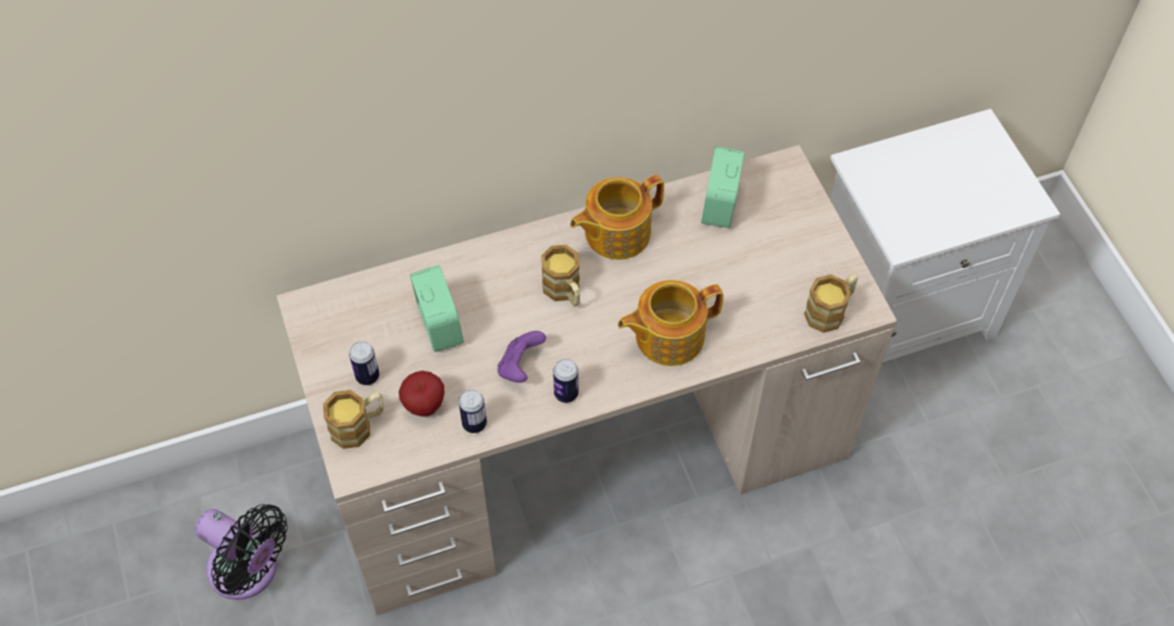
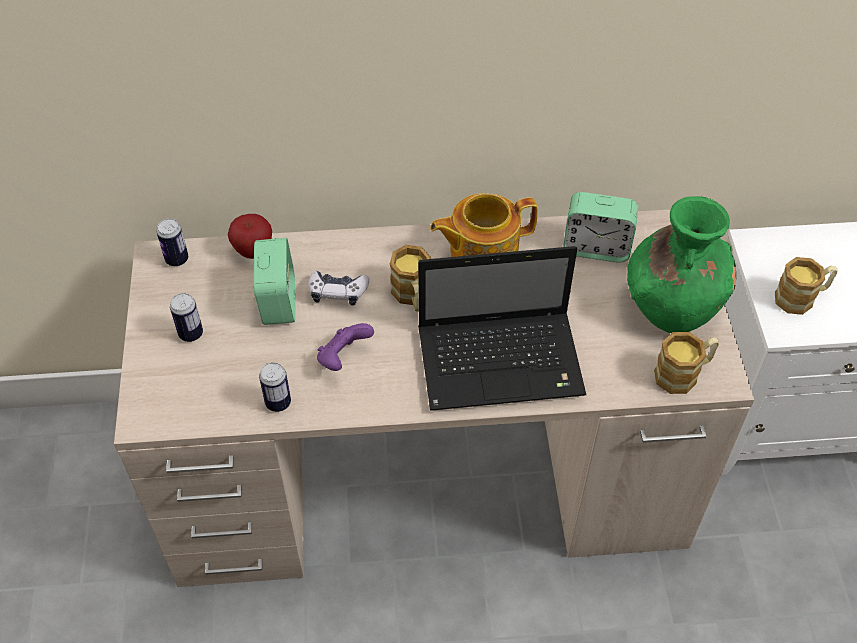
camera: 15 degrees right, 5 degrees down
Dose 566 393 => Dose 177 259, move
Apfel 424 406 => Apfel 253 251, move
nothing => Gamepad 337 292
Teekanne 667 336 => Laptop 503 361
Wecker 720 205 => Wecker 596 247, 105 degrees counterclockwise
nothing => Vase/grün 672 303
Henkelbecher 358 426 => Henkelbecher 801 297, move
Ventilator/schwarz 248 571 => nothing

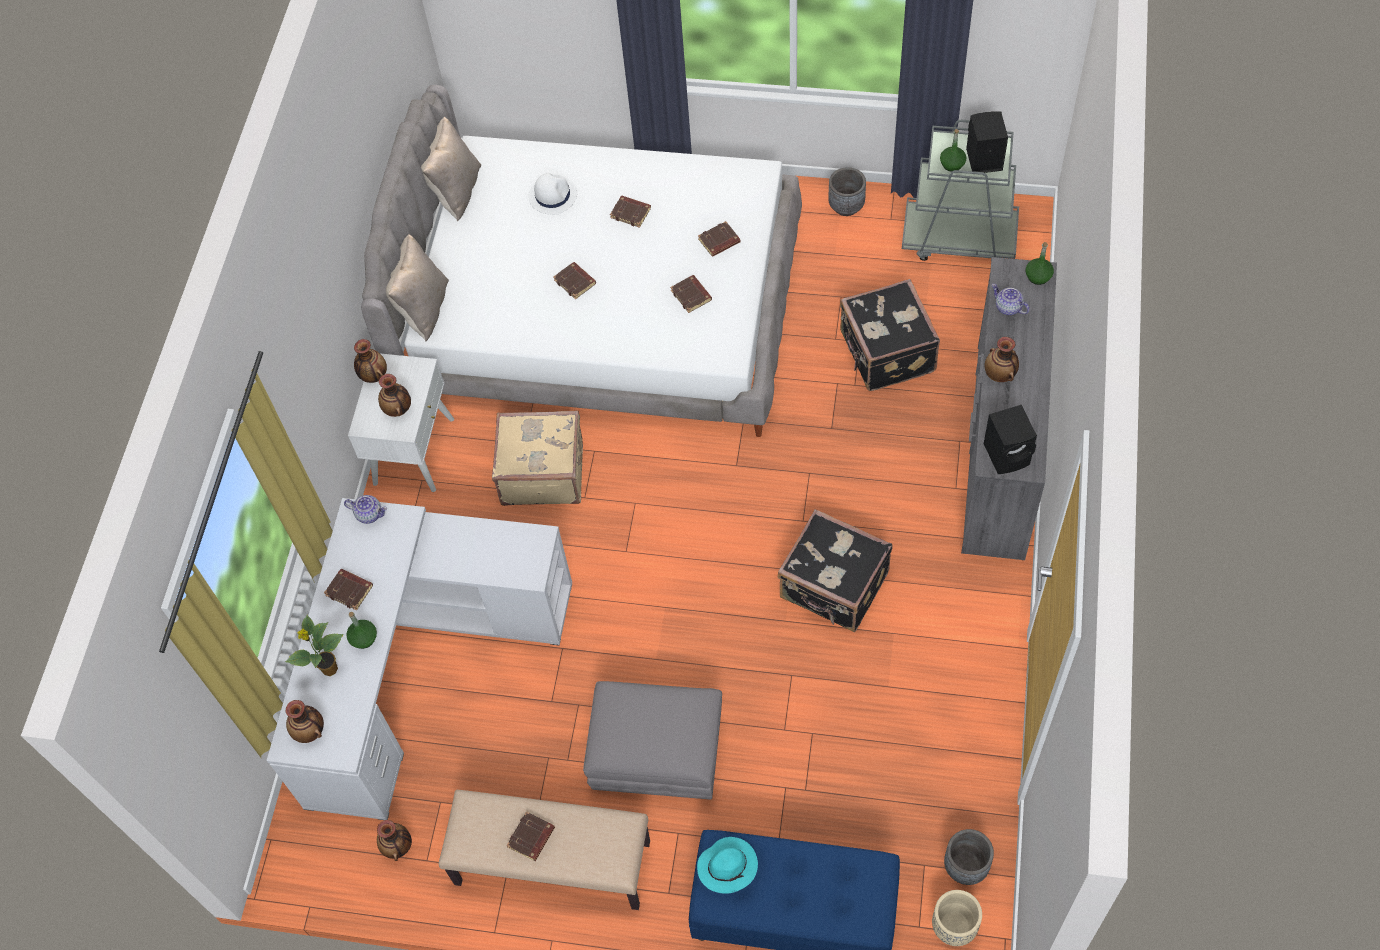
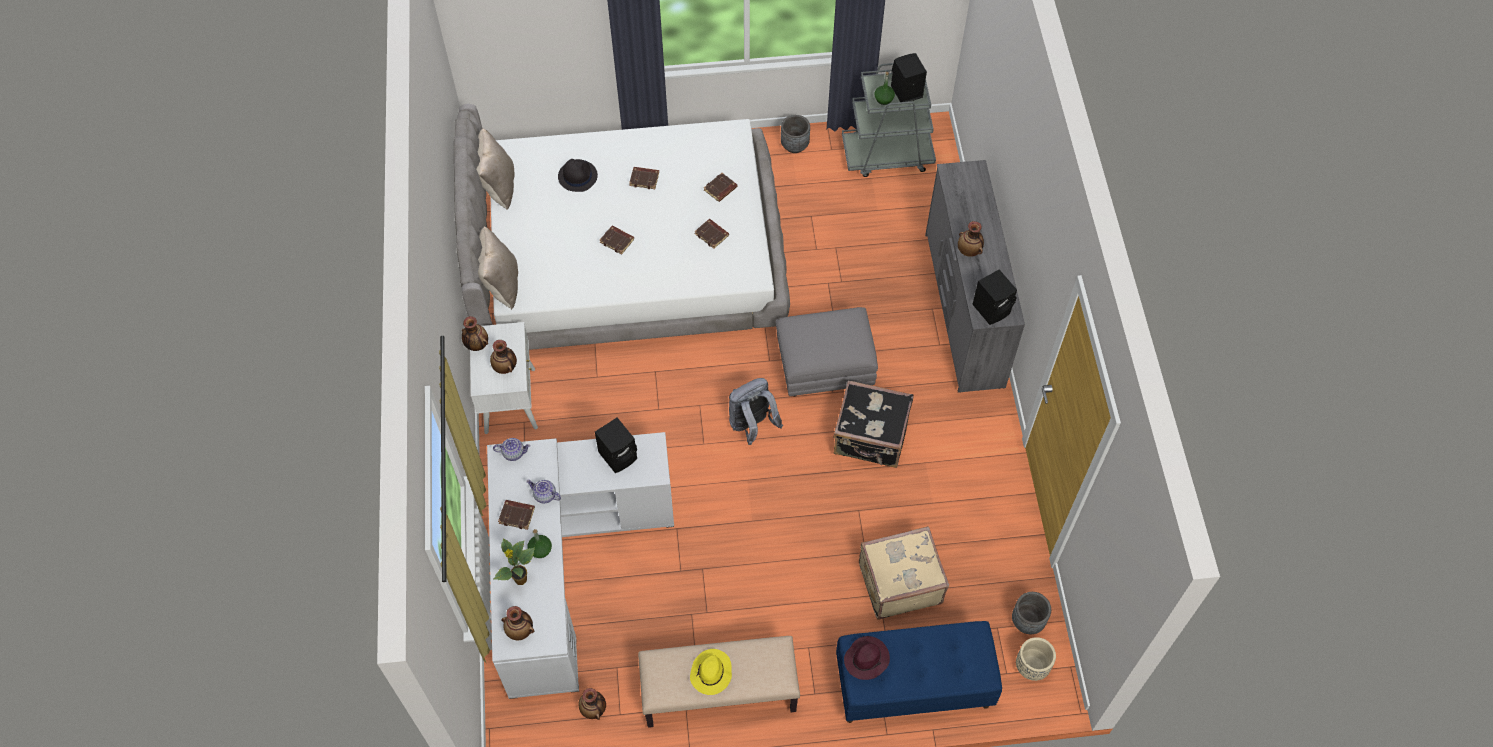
camera: 20 degrees left, 0 degrees up
Teekanne 1007 307 => Teekanne 544 495, move
Hut/weiß 552 195 => Hut/schwarz 577 176
nothing => Lautsprecher/schwarz 619 455
Buch/braun 531 838 => Hut/gelb 711 673
nothing => Rucksack/grau 752 426
Polsterhocker/grau 656 756 => Polsterhocker/grau 823 368, move
Hut/türkis 728 866 => Hut/lila 867 658
Koffer/beige 542 472 => Koffer/beige 899 582, move
Koffer/schwarz 885 353 => nothing
Flasche/grün 1038 276 => nothing

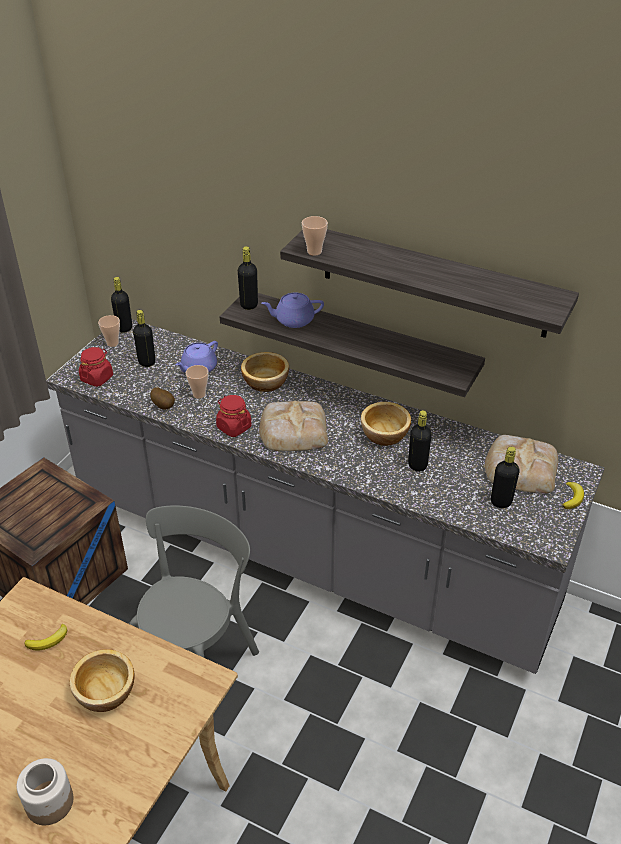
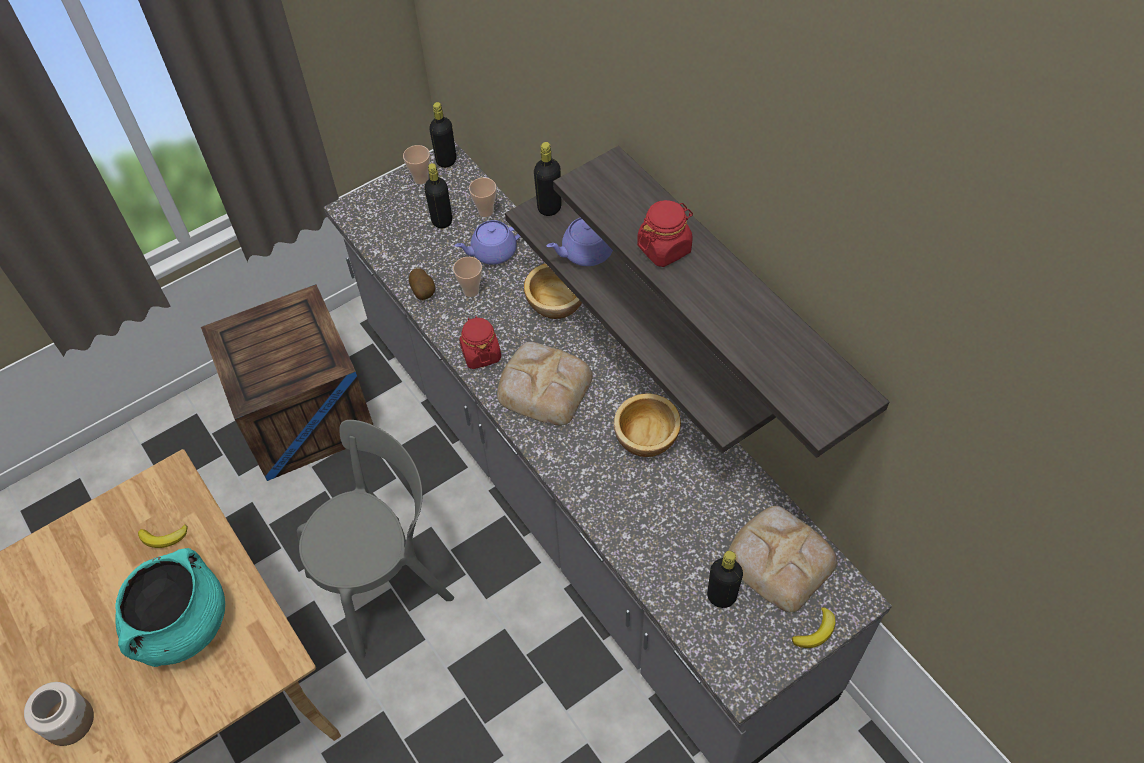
camera: 30 degrees right, 15 degrees up
Schüssel 106 692 => Kochtopf/türkis 182 625
Tasse 314 251 => Tasse 485 211, move
Teekanne/lila 293 320 => Teekanne/lila 586 252, 45 degrees counterclockwise
Vorratsglas/rot 97 378 => Vorratsglas/rot 664 248, move
Flasche/schwarz 417 465 => nothing

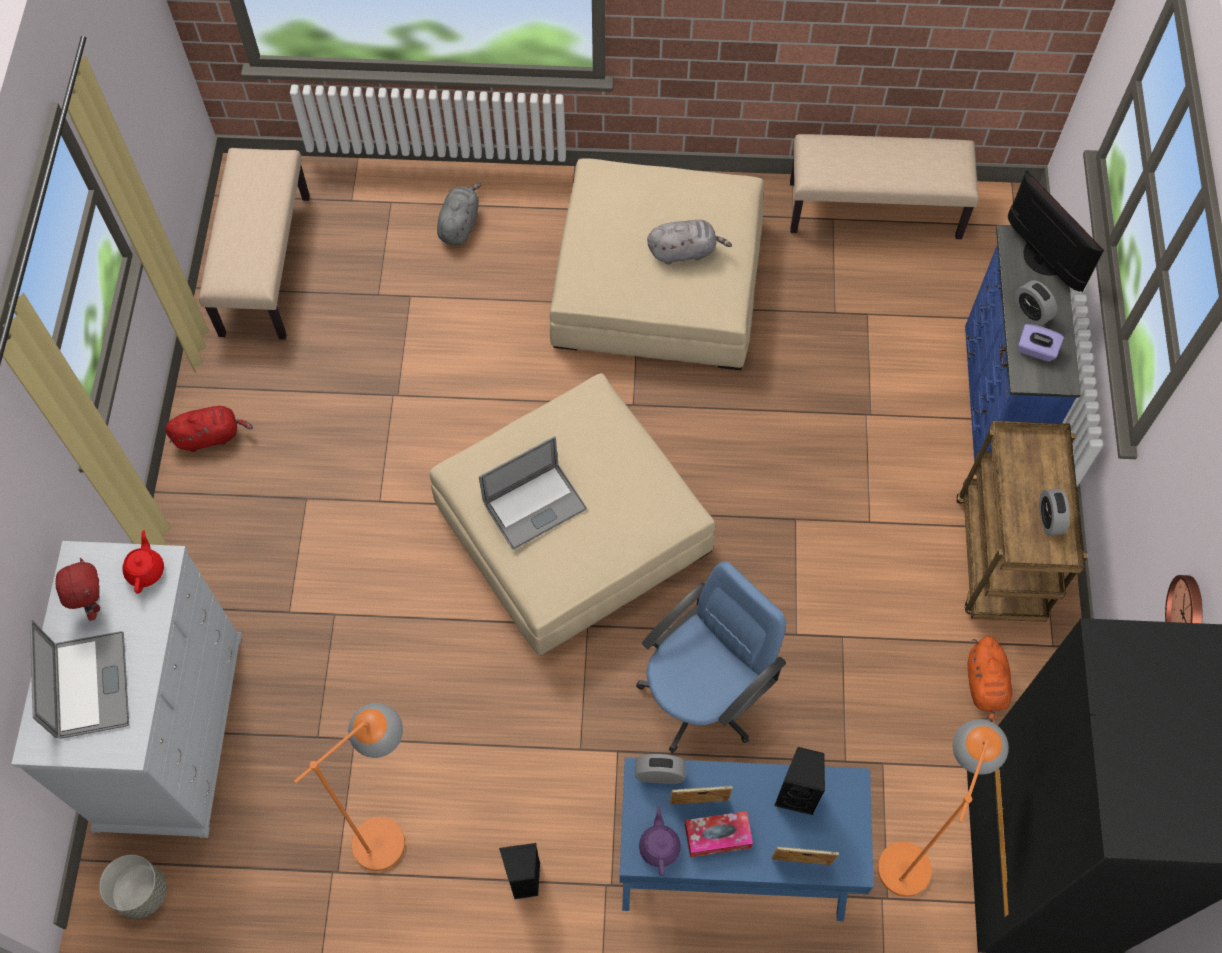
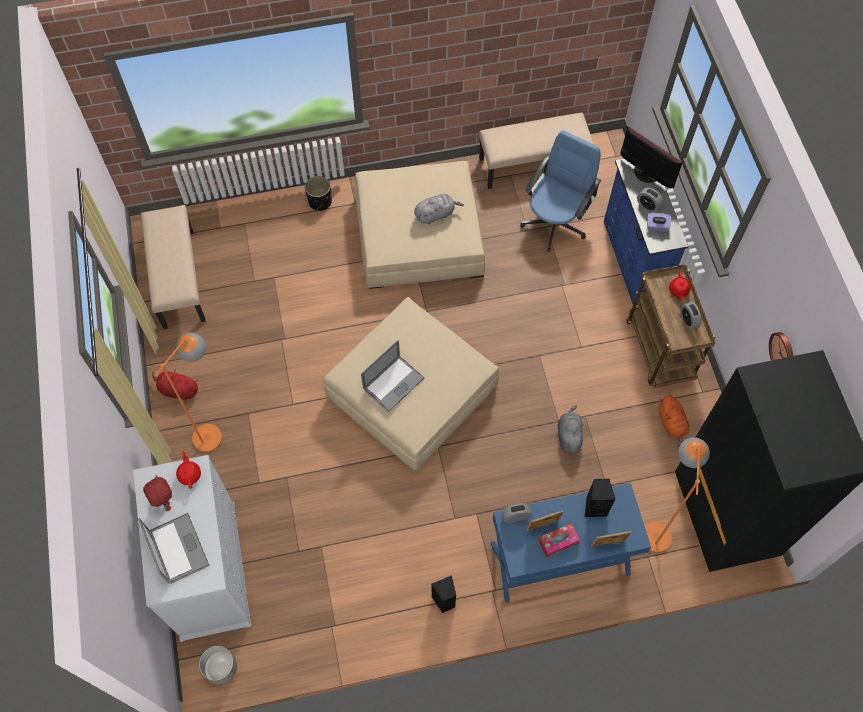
camera: 15 degrees left, 0 degrees up
Plüschtier/rot 211 436 => Plüschtier/rot 177 390, 135 degrees counterclockwise
Stehlampe/orange 393 830 => Stehlampe/orange 213 429, move
nothing => Pflanzkübel/schwarz 320 202
Bürostuhl/blau 703 696 => Bürostuhl/blau 555 223, move
Plüschtier/grau 459 224 => Plüschtier/grau 569 436, move
nothing => Teekanne/rot 678 290
Teekanne/lila 659 847 => nothing

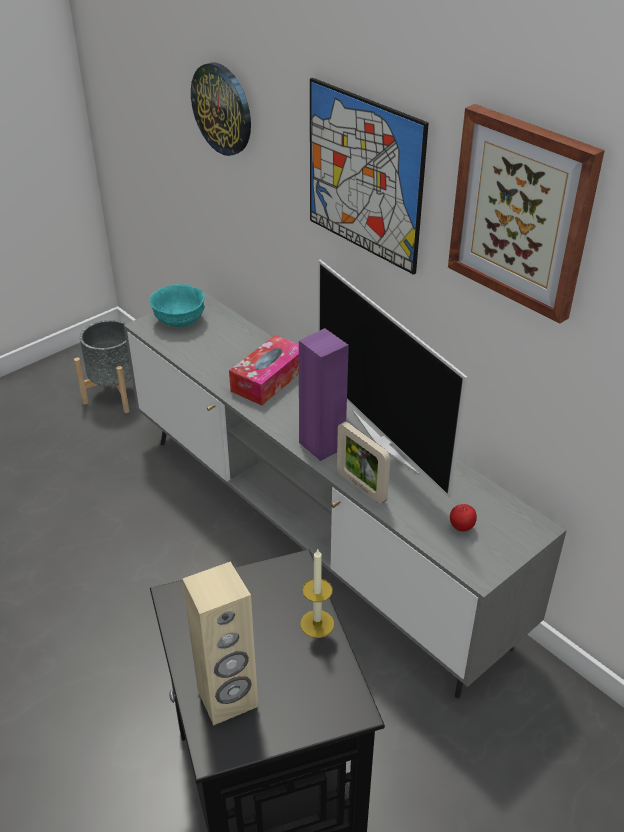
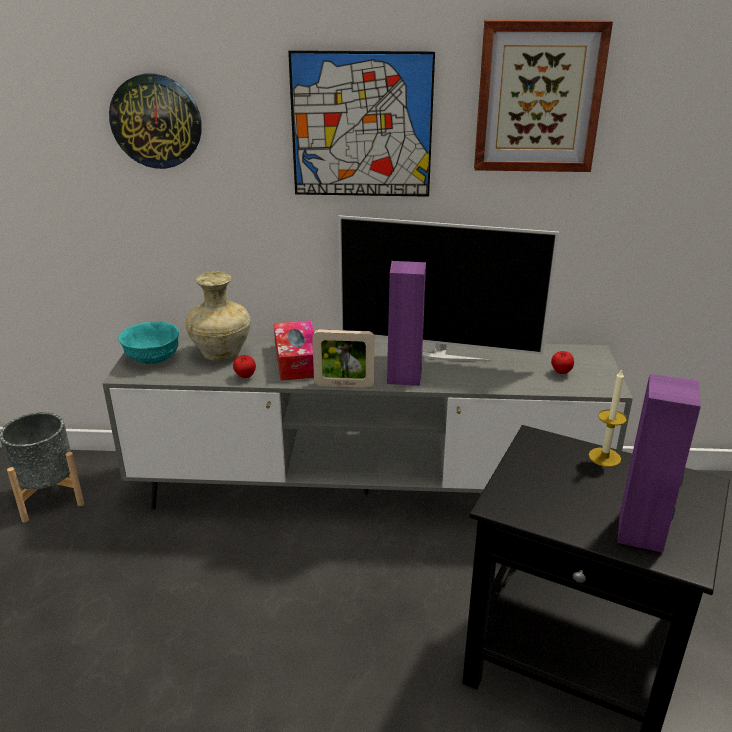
camera: 45 degrees left, 10 degrees down
nothing => Vase/beige 222 353
nothing => Apfel 245 377
Bilderrahmen 361 487 => Bilderrahmen 344 385, move
Lautsprecher/beige 228 699 => Lautsprecher/lila 641 532

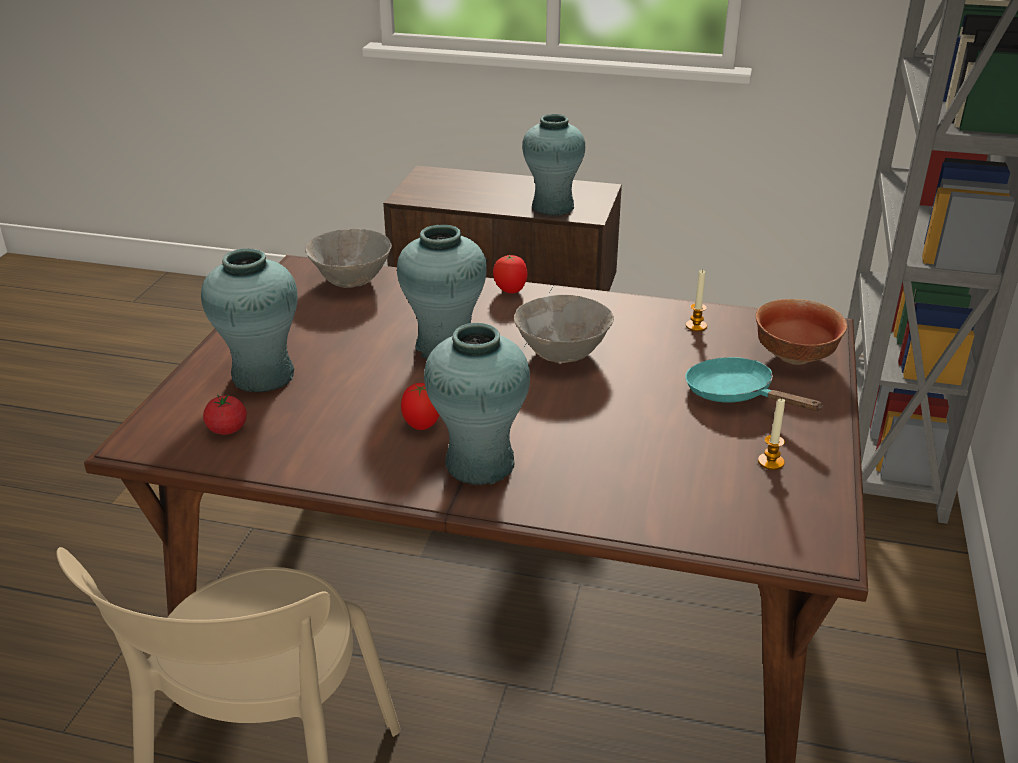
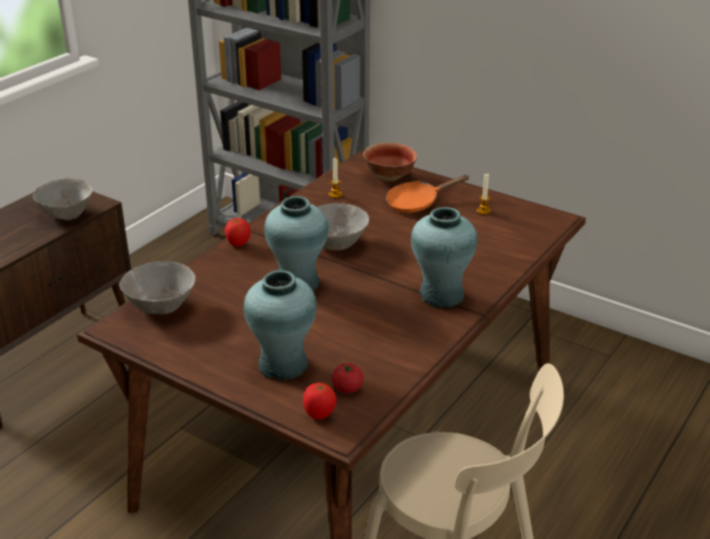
camera: 70 degrees left, 0 degrees up
Vase/türkis 552 207 => Schüssel/grau 67 214
Tomate 422 426 => Tomate 319 415, move
Pfanne/türkis 736 395 => Pfanne/orange 417 203

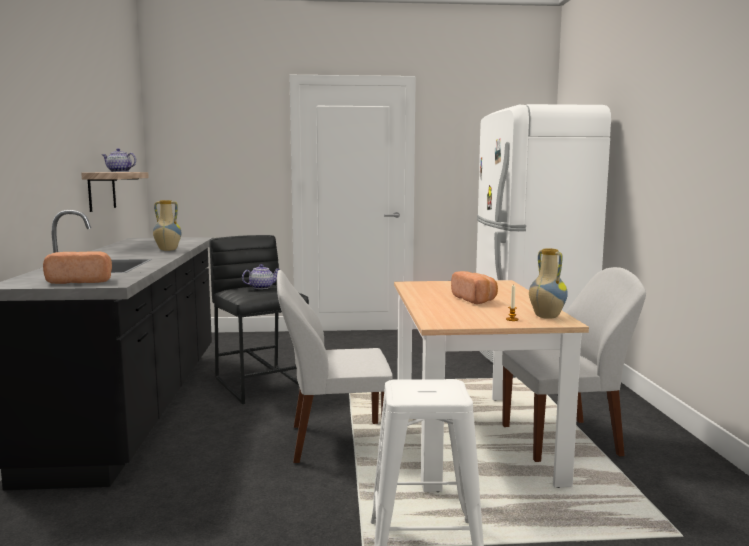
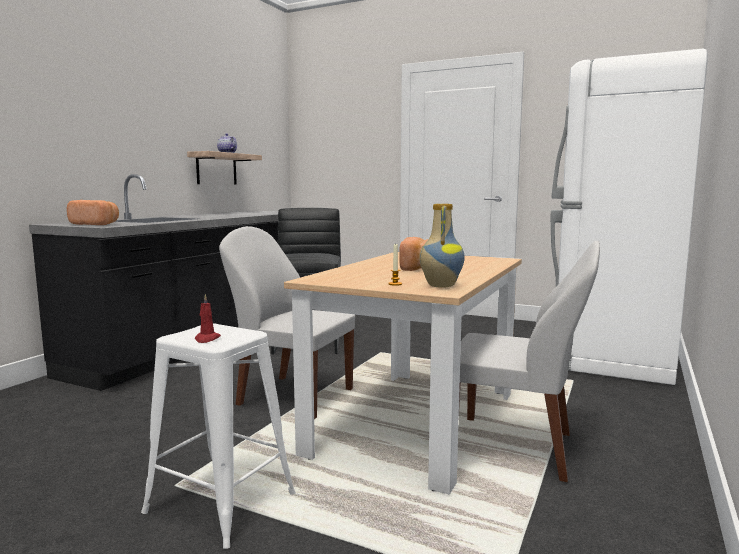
camera: 30 degrees right, 0 degrees up
nothing => Kerze/rot 207 339
Vase 167 250 => nothing
Teekanne 262 287 => nothing

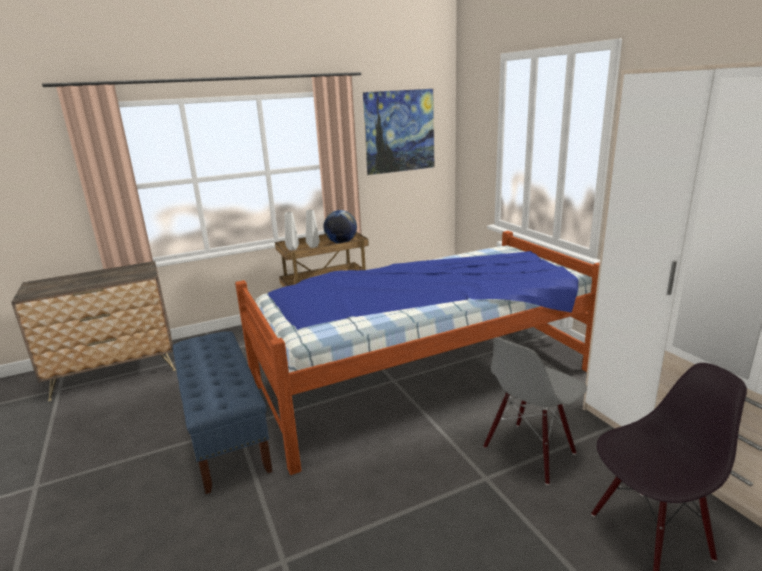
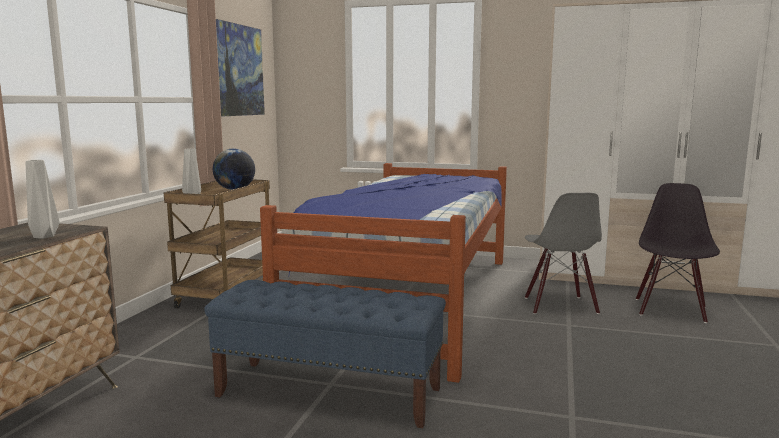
camera: 50 degrees left, 10 degrees down
Vase/grau 313 246 => Vase/grau 43 236, move

